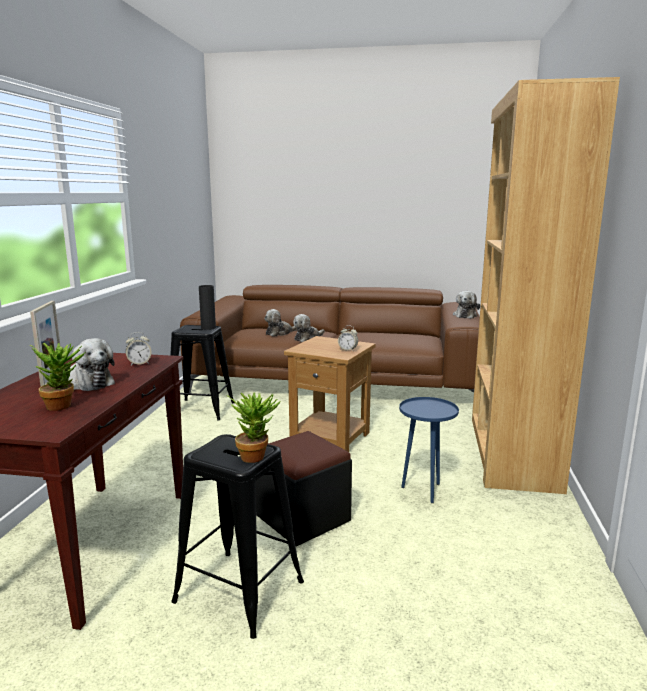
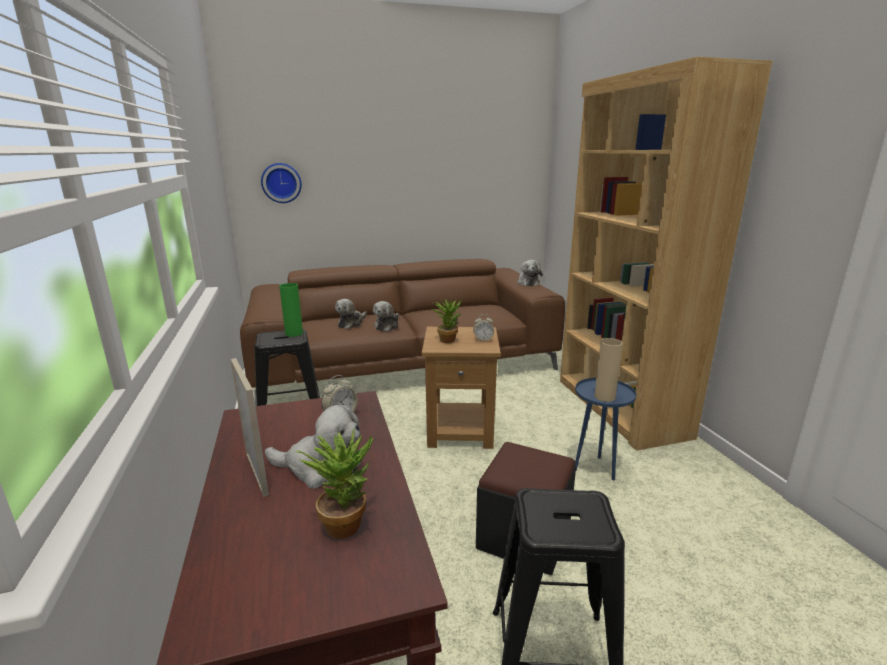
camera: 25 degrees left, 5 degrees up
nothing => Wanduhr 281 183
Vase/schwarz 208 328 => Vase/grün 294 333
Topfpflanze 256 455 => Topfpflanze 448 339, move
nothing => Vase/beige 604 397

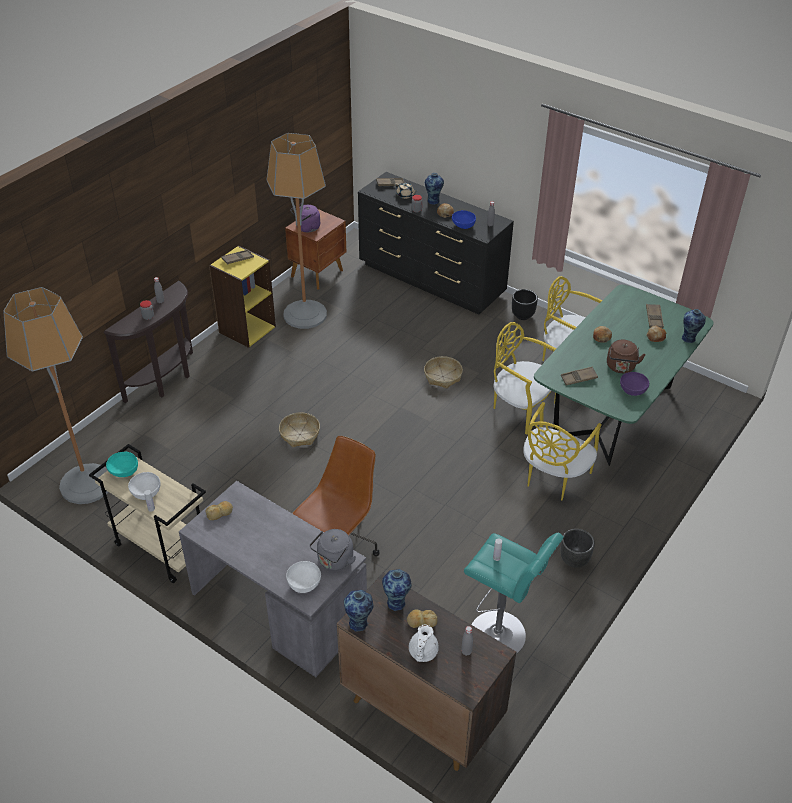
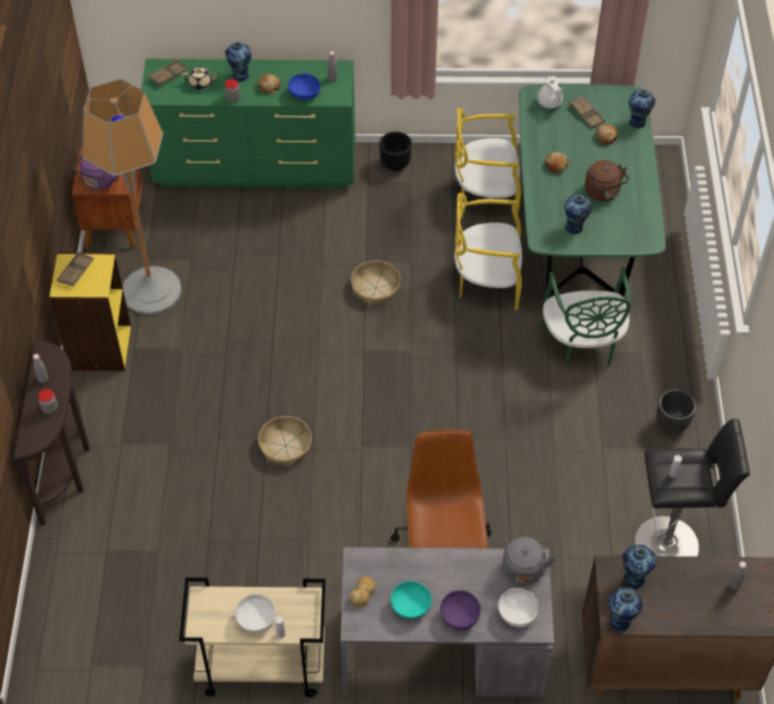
camera: 35 degrees left, 10 degrees up
Kommode/schwarz 431 280 => Kommode/grün 256 168
Schüssel/türkis 123 471 => Schüssel/türkis 410 606, move
Schüssel/lila 632 390 => Schüssel/lila 459 616, move
Teekanne/weiß 422 653 => Teekanne/weiß 549 103, move
Stuhl/gelb 553 477 => Stuhl/grün 582 344
Tablett/braun 578 378 => Vase 575 227
Hocker/türkis 501 636 => Hocker/schwarz 671 544
Stehlampe 86 484 => nothing
Brot 421 621 => nothing

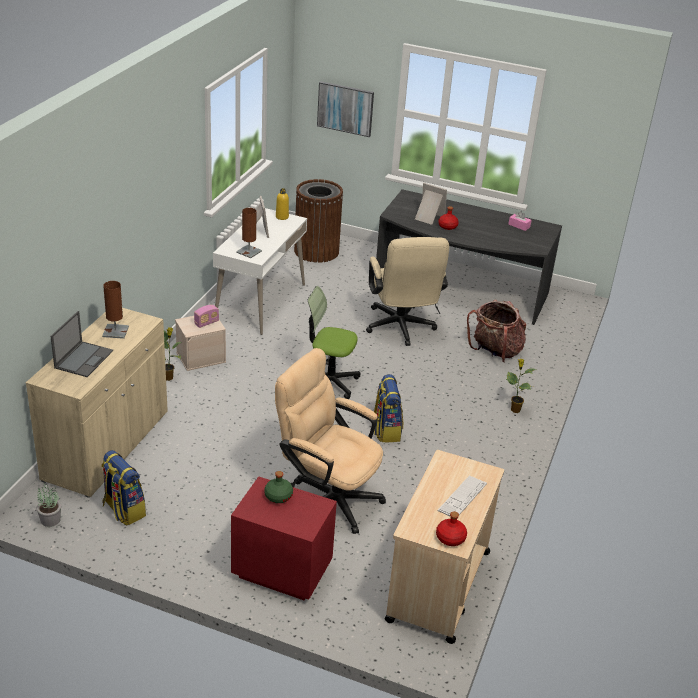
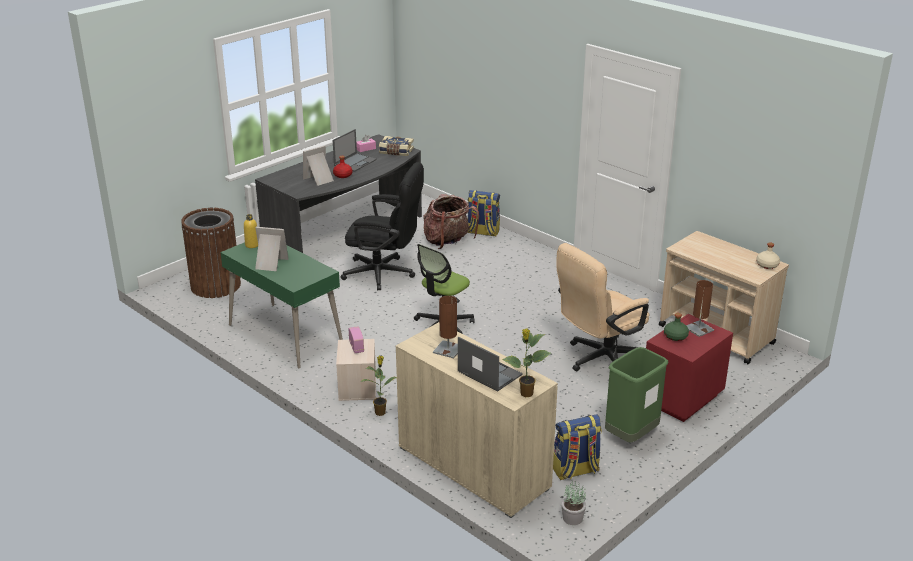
camera: 65 degrees left, 5 degrees down
Schreibtisch/weiß 260 302 => Schreibtisch/grün 285 335
nothing => Laptop 355 162
Bürostuhl/beige 400 329 => Bürostuhl/schwarz 385 274
nothing => Buch 396 152
Rucksack 386 430 => Rucksack 482 232, move
Topfpflanze 514 409 => Topfpflanze 526 394, move
nothing => Mülleimer/grün 631 436
Tischlampe/braun 249 252 => Tischlampe/braun 699 329, move
Flasche/rot 450 538 => Flasche/beige 767 265
Bild 345 108 => nothing
Tastatur 462 497 => nothing

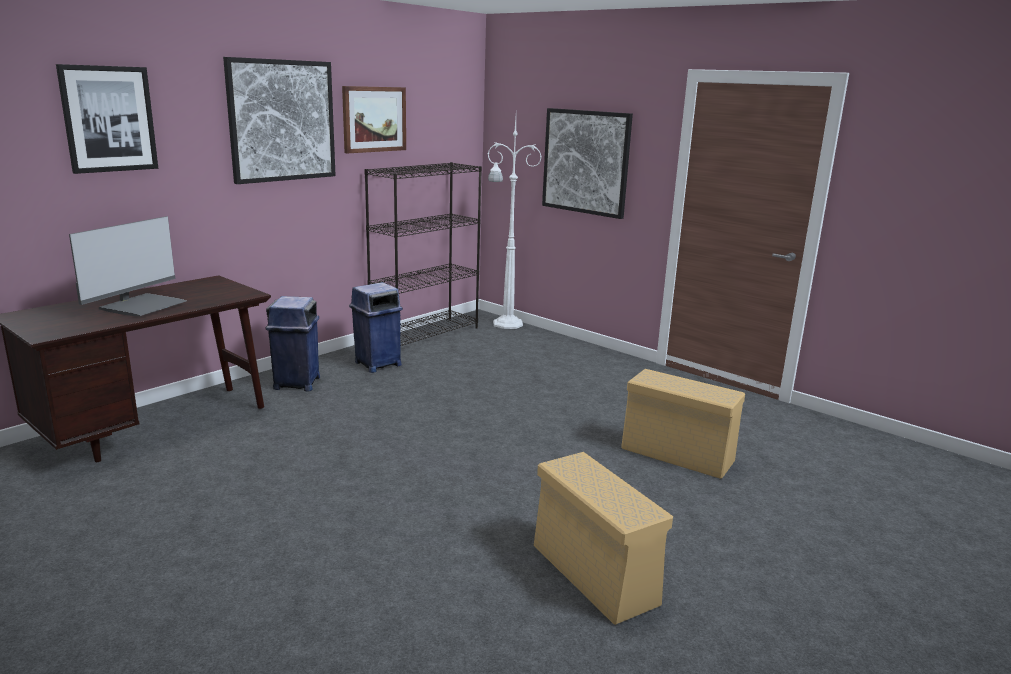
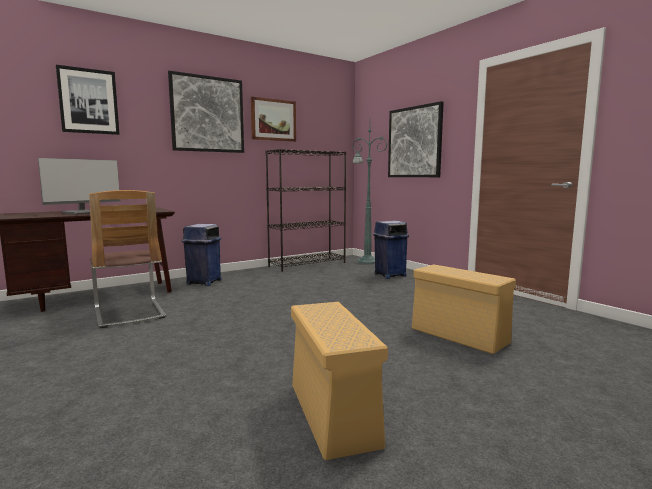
camera: 15 degrees right, 10 degrees down
nothing => Stuhl 129 313
Stehlampe/weiß 506 323 => Stehlampe/grün 366 261
Mülleimer/blau 377 364 => Mülleimer/blau 389 275, move

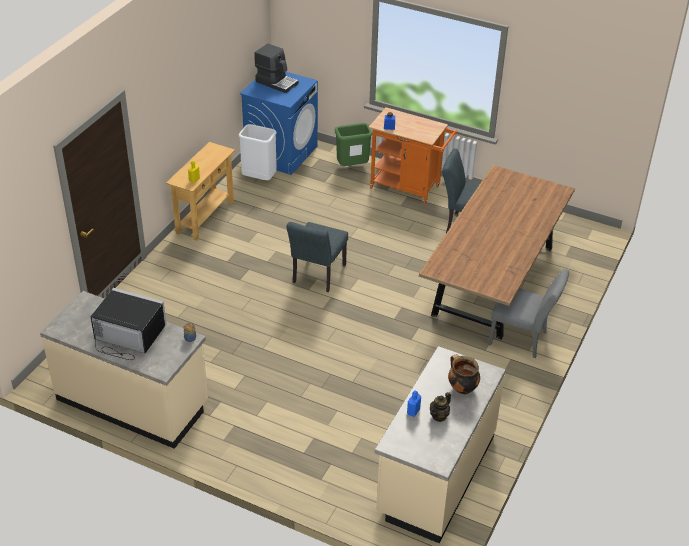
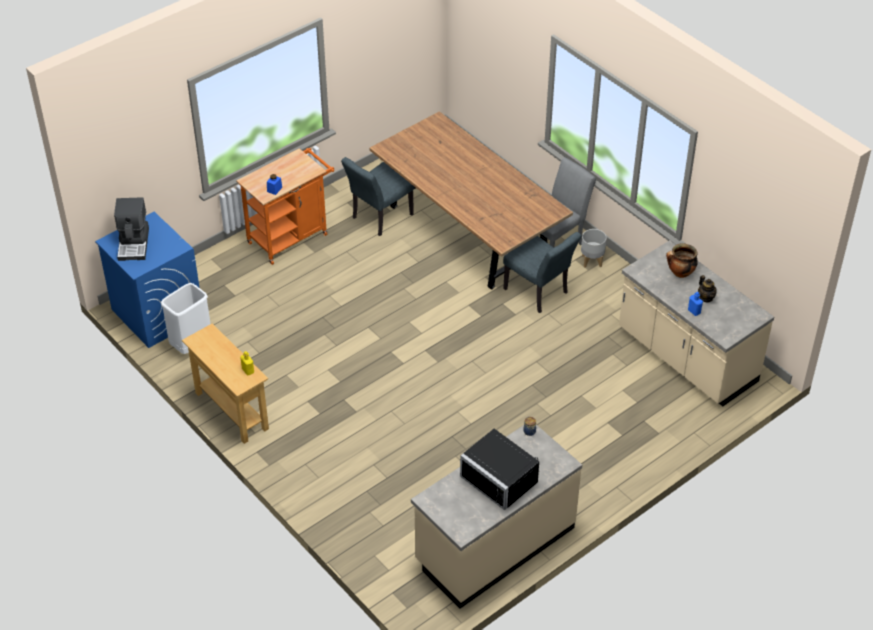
camera: 65 degrees left, 5 degrees up
Kaffeemaschine 276 82 => Kaffeemaschine 134 243, 120 degrees clockwise
Mikrowelle/schwarz 128 336 => Mikrowelle/schwarz 502 478, 90 degrees counterclockwise
Stuhl/grau 317 276 => Stuhl/grau 539 293, move
nothing => Pflanzkübel/grau 592 261
Mülleimer/grün 352 167 => nothing

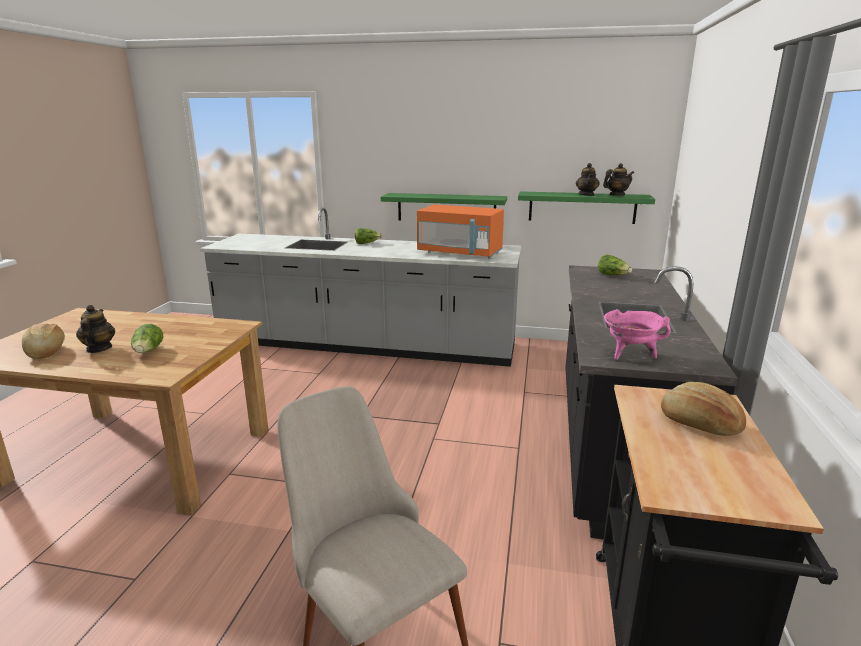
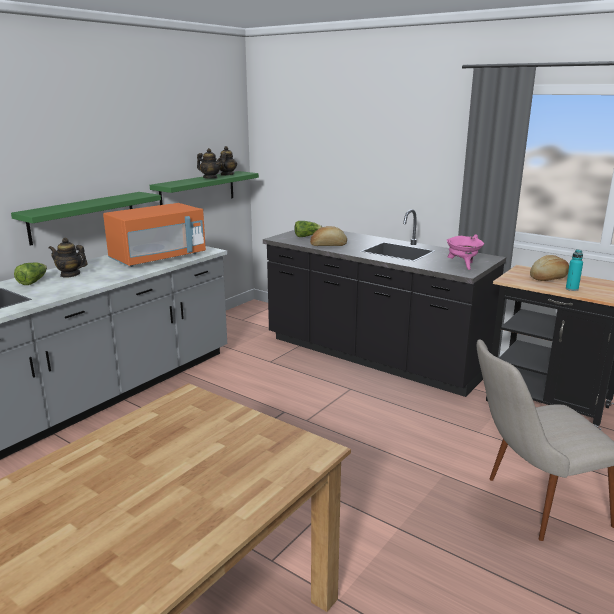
camera: 65 degrees left, 0 degrees up
Teekanne 98 349 => Teekanne 70 274, move
Brot 45 351 => Brot 328 245, move
nothing => Flasche/türkis 572 289
Salatkopf 148 351 => nothing

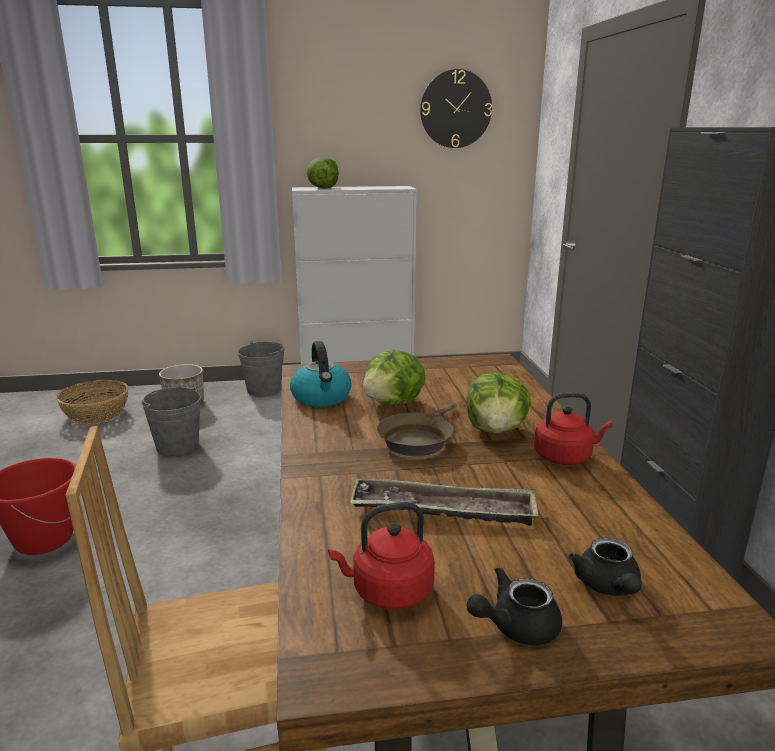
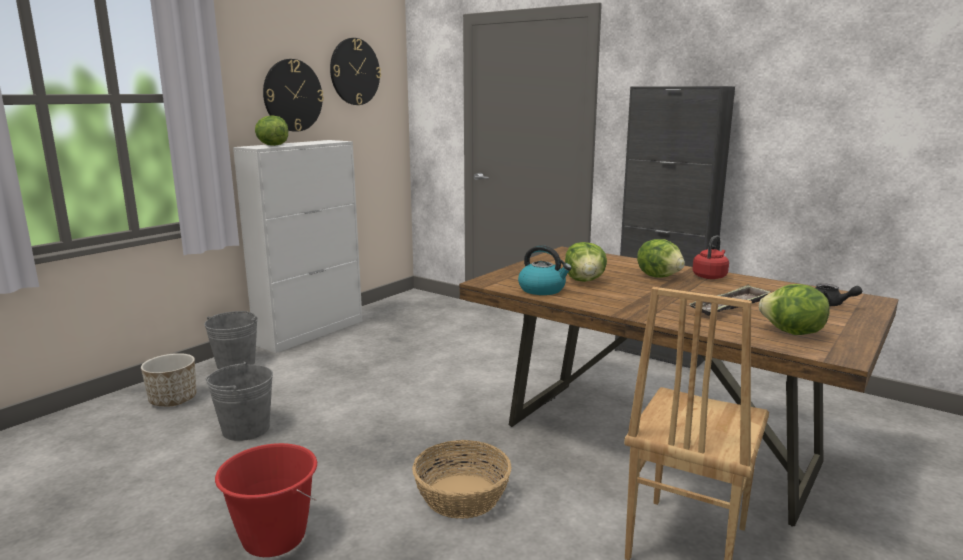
camera: 45 degrees left, 5 degrees down
nothing => Wanduhr 293 95
Korb 96 414 => Korb 463 496, move
Wasserkessel/rot 388 592 => Salatkopf 792 333
Pfanne/braun 417 440 => nothing
Teekanne/schwarz 515 626 => nothing

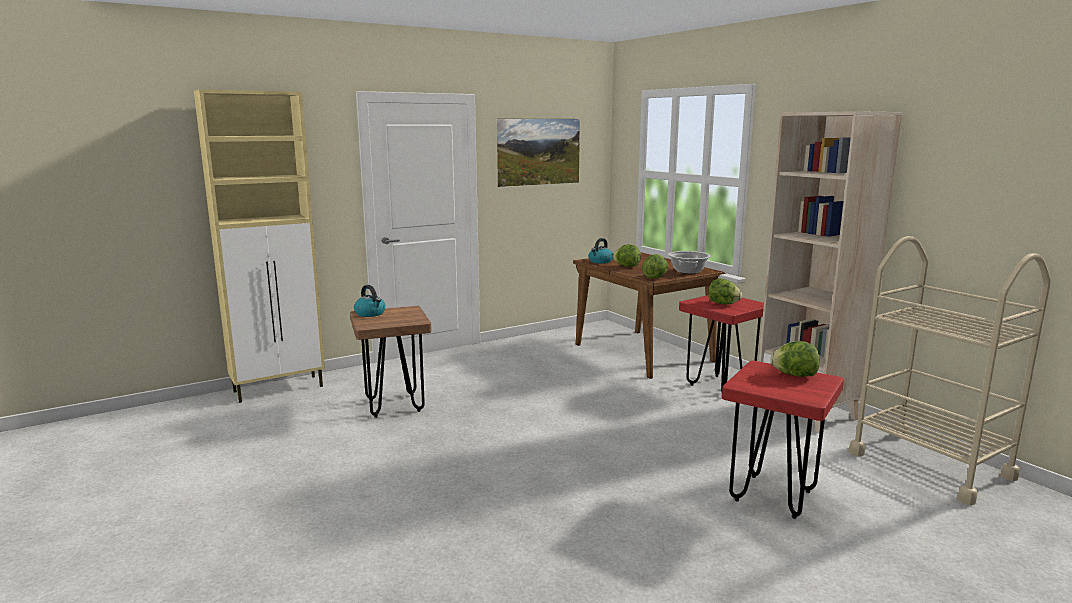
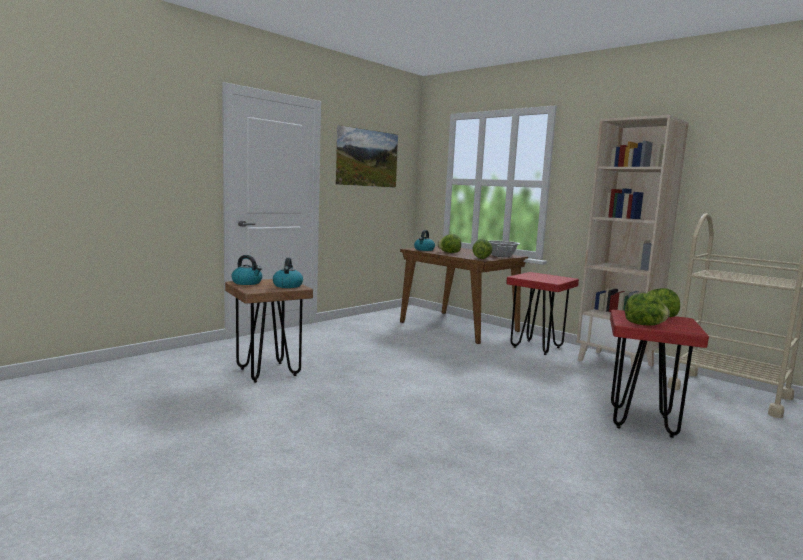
camera: 15 degrees left, 5 degrees down
nothing => Wasserkessel 287 285
Salatkopf 723 304 => Salatkopf 644 325, move
Schrank/beige 280 388 => nothing

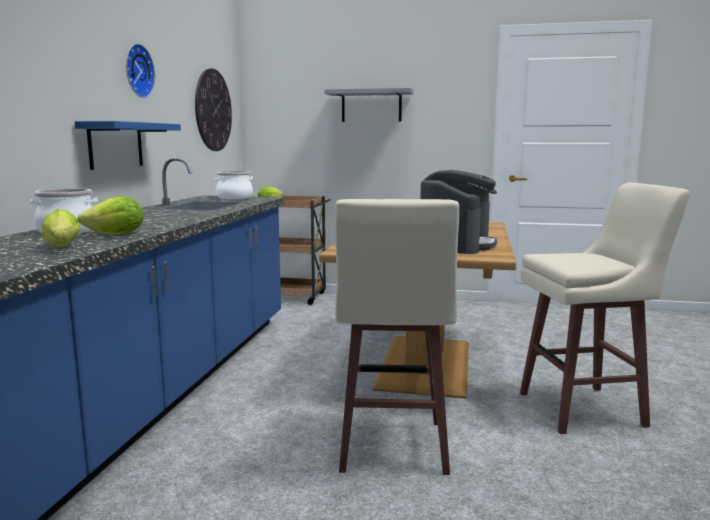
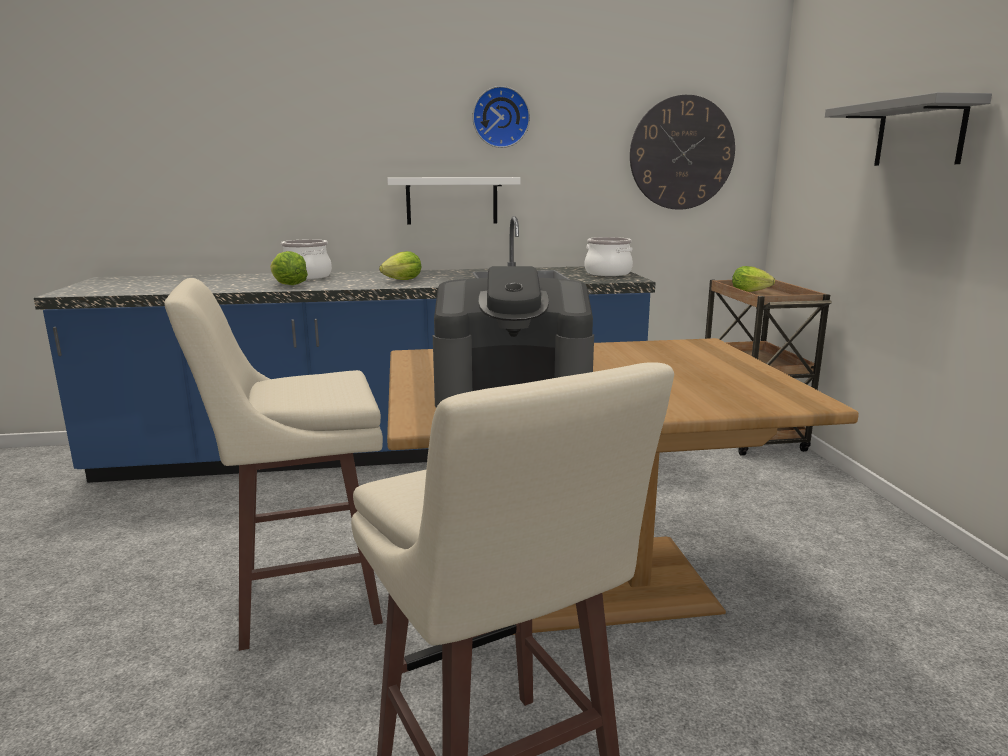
camera: 70 degrees right, 5 degrees up
Salatkopf 62 247 => Salatkopf 400 280, move
Wandregal/blau 116 145 => Wandregal/weiß 452 200

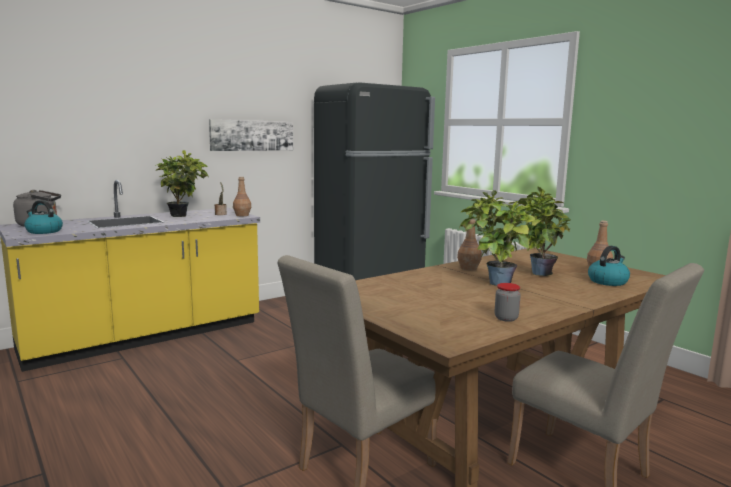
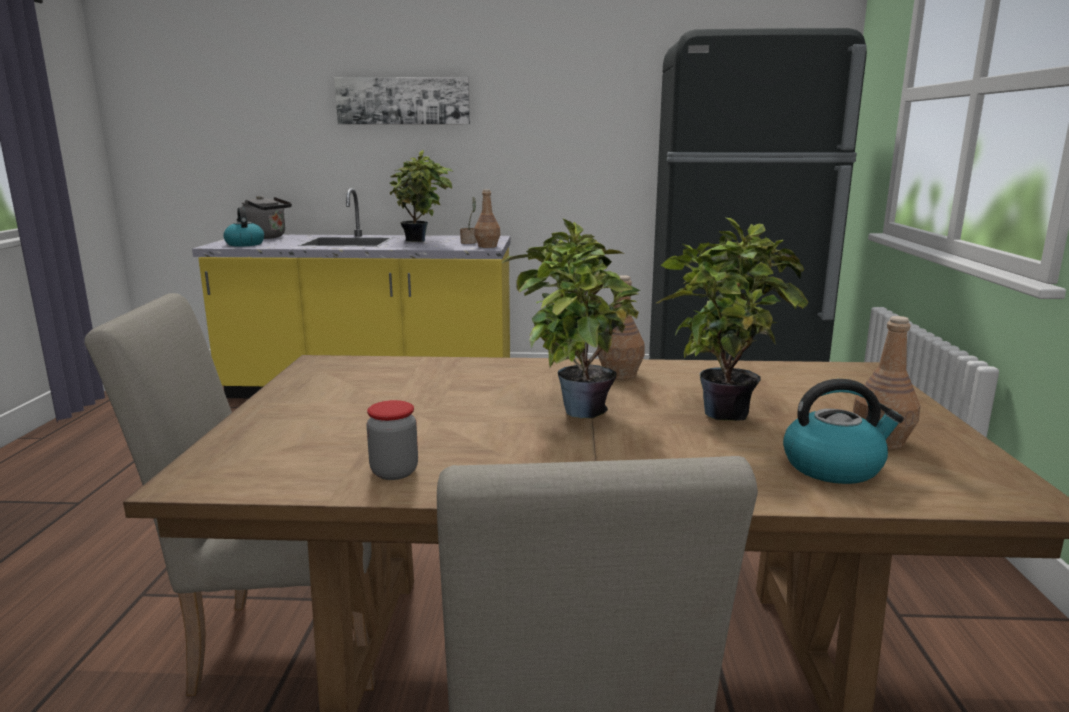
camera: 40 degrees right, 5 degrees up
Bild 252 135 => Bild 403 101, move

